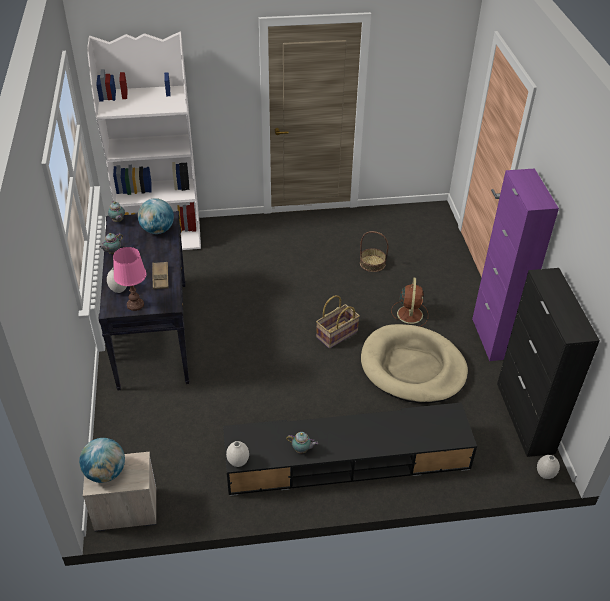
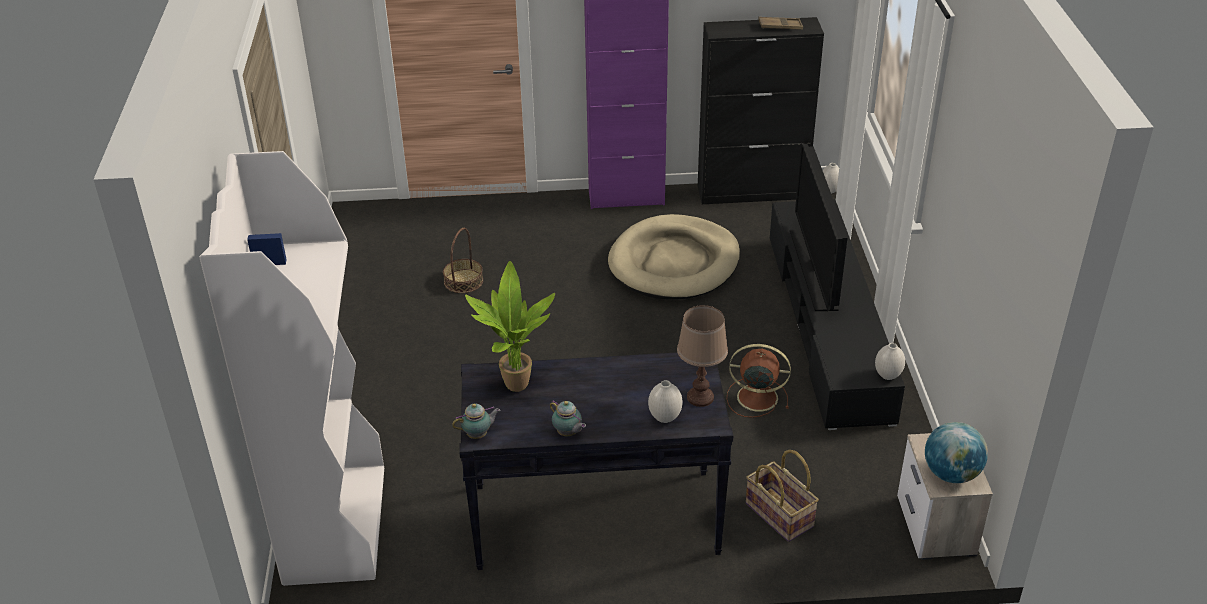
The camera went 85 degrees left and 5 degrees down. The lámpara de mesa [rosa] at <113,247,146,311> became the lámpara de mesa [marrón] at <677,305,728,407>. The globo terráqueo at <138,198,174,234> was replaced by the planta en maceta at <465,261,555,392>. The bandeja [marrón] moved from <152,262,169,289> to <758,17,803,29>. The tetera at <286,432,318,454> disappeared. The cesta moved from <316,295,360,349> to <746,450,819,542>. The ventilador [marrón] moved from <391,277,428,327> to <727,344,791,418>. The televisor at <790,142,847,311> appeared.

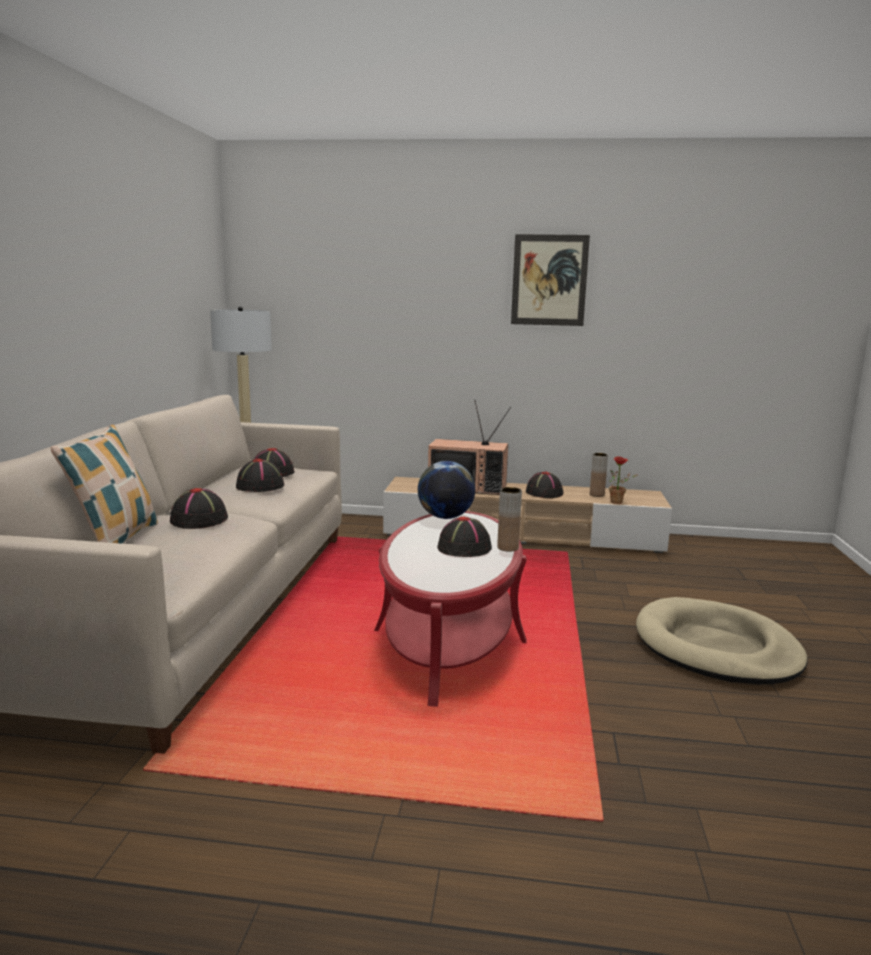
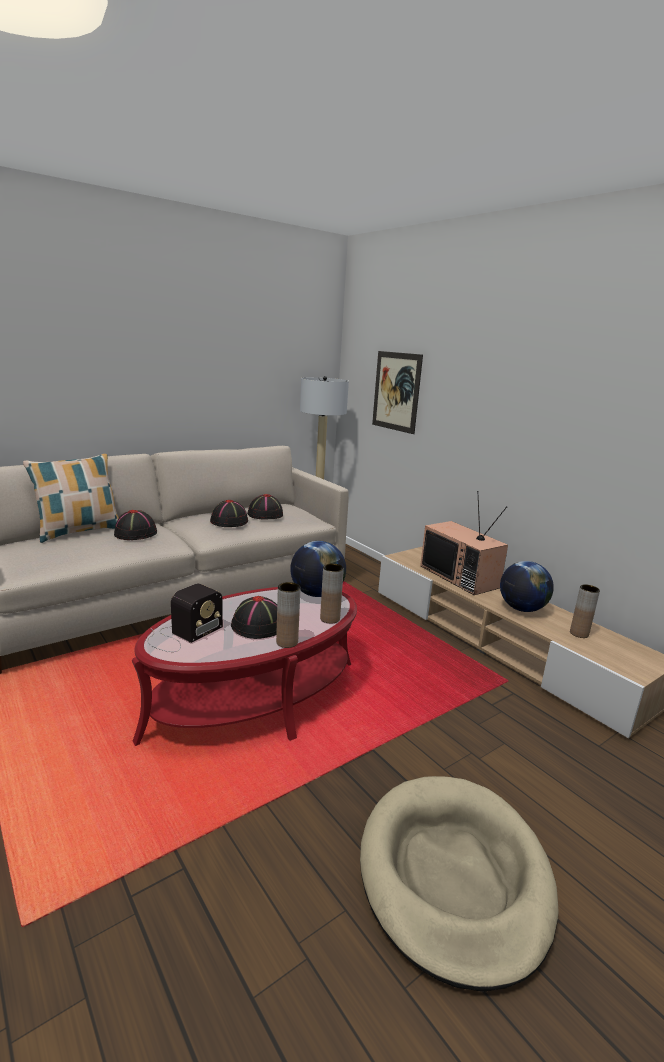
The camera went 45 degrees right and 5 degrees up. The cuadro moved from <511,234,590,326> to <372,351,423,434>. The sombrero [negro] at <526,472,564,498> was replaced by the globo terráqueo at <500,561,554,612>. The planta en maceta at <609,457,637,504> disappeared. The radio at <147,583,223,652> appeared. The florero [marrón] at <320,563,344,623> appeared.

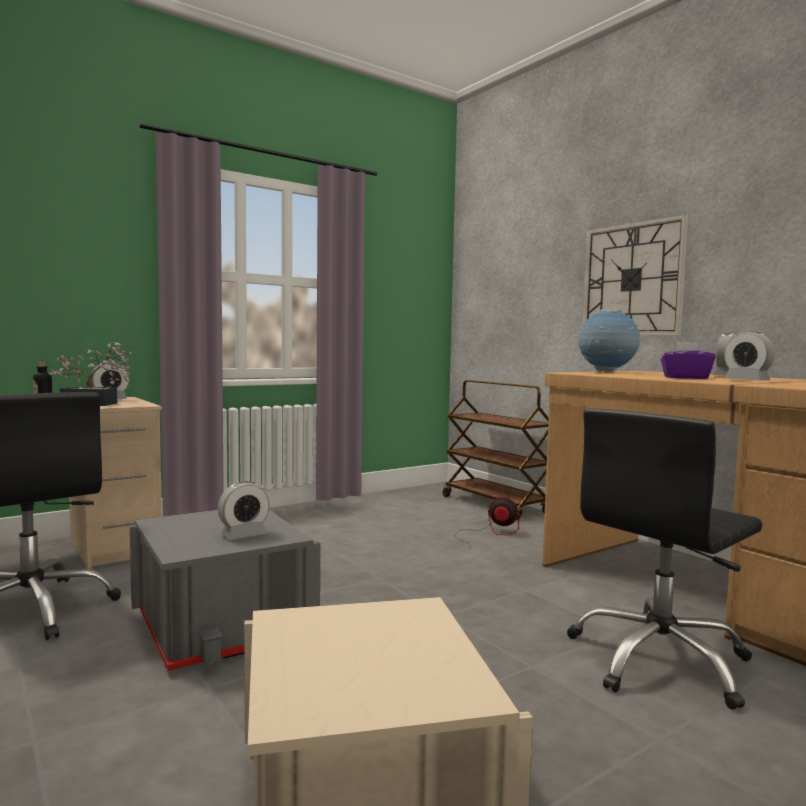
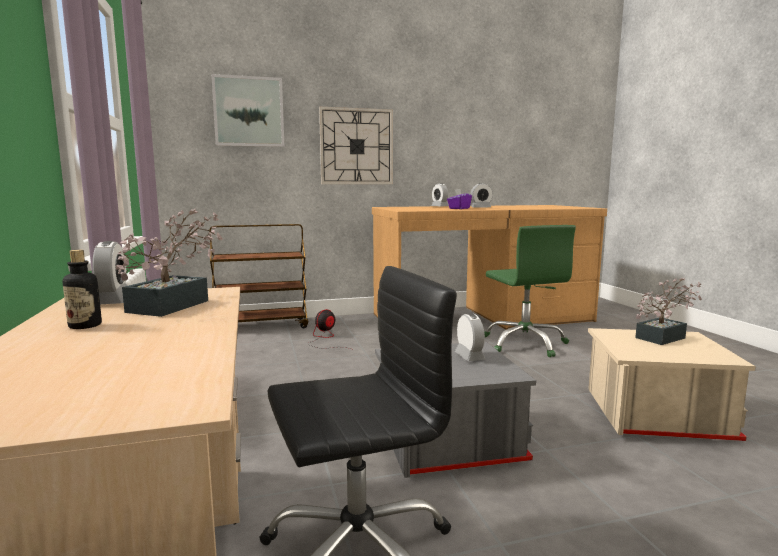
The camera went 70 degrees left and 5 degrees up. The silla de oficina [negro] at <567,408,762,710> became the silla de oficina [verde] at <484,225,576,357>. The globo terráqueo at <578,309,640,372> disappeared. The cuadro at <211,74,284,147> appeared. The planta en maceta at <635,278,702,345> appeared.

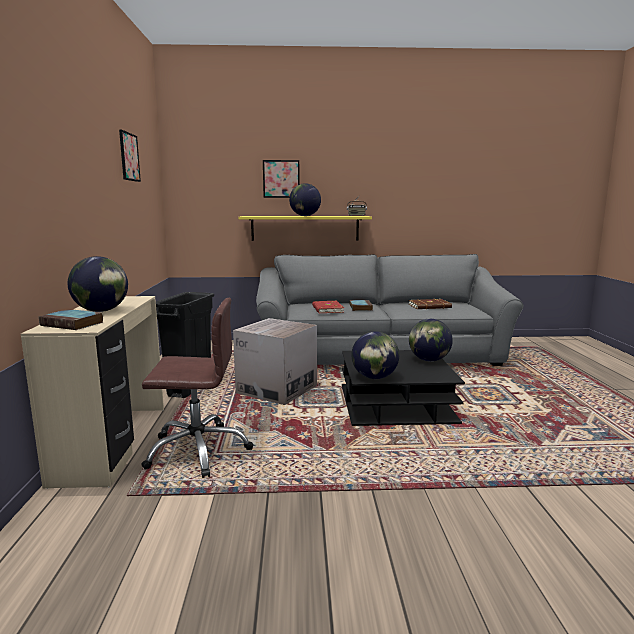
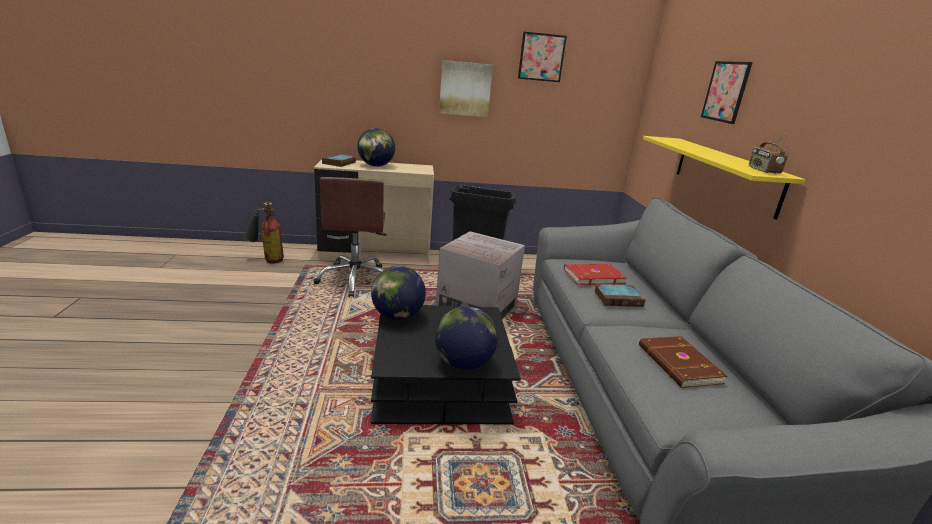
The camera went 85 degrees right and 10 degrees up. The globo terráqueo at <289,183,321,216> disappeared. The extintor at <244,202,284,264> appeared. The cuadro at <439,60,493,117> appeared.

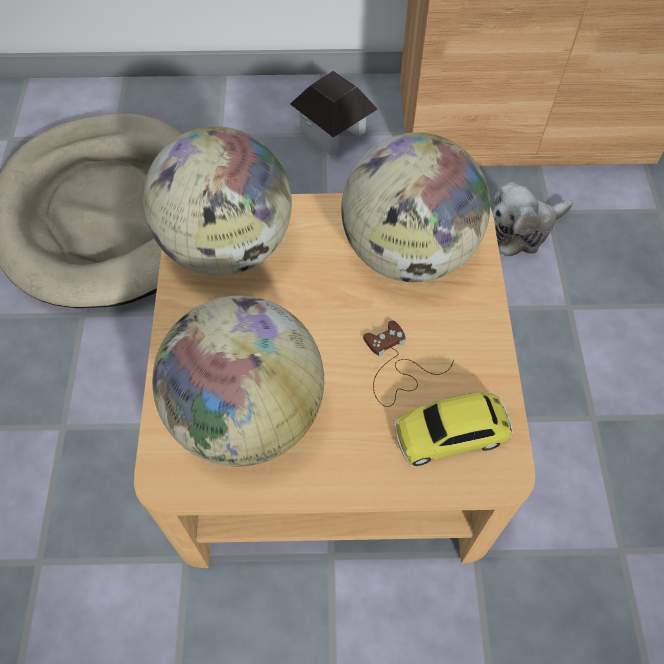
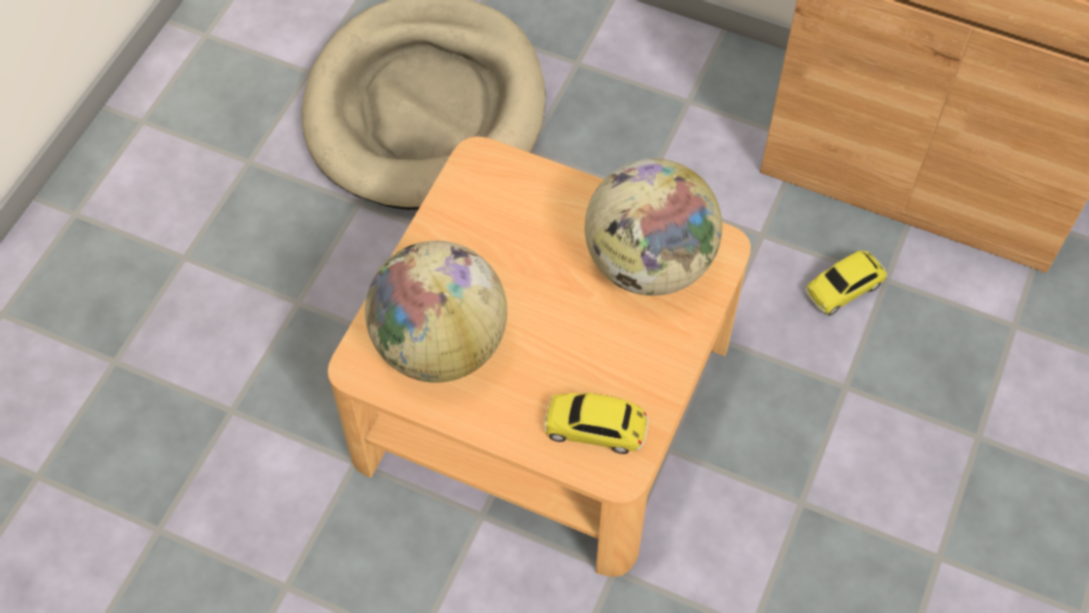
The camera went 25 degrees right and 0 degrees up. The globo terráqueo at <143,126,292,276> disappeared. The casita at <290,71,377,156> disappeared. The mando de consola [marrón] at <363,321,454,407> disappeared. The peluche at <493,182,573,256> was replaced by the coche de juguete at <806,251,887,316>.

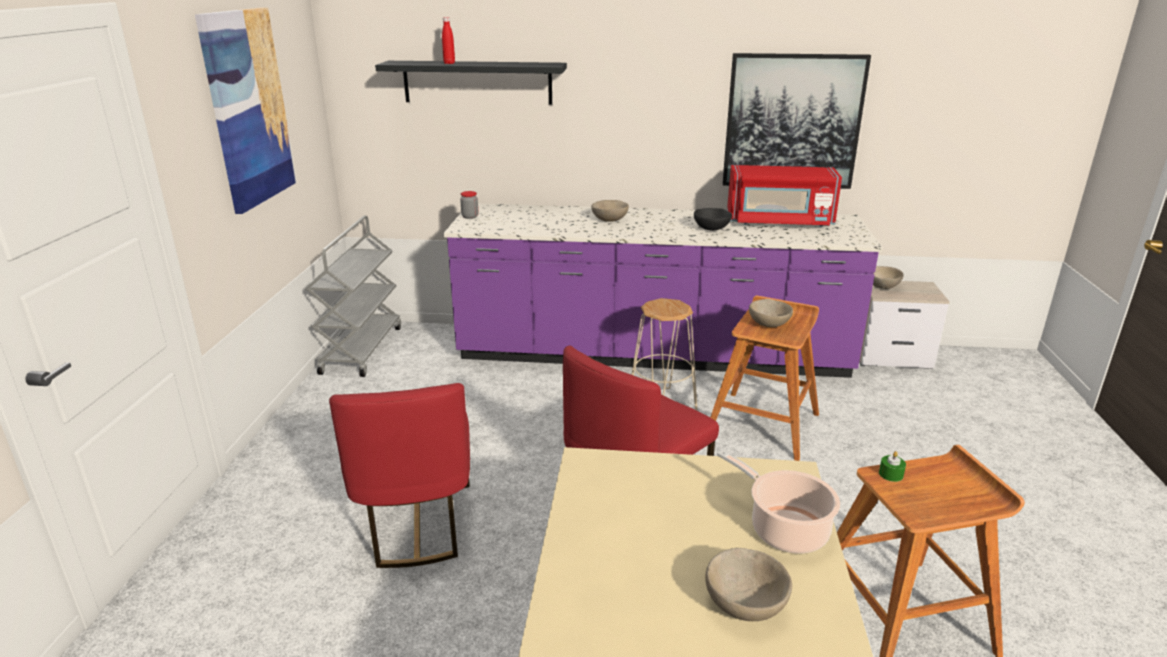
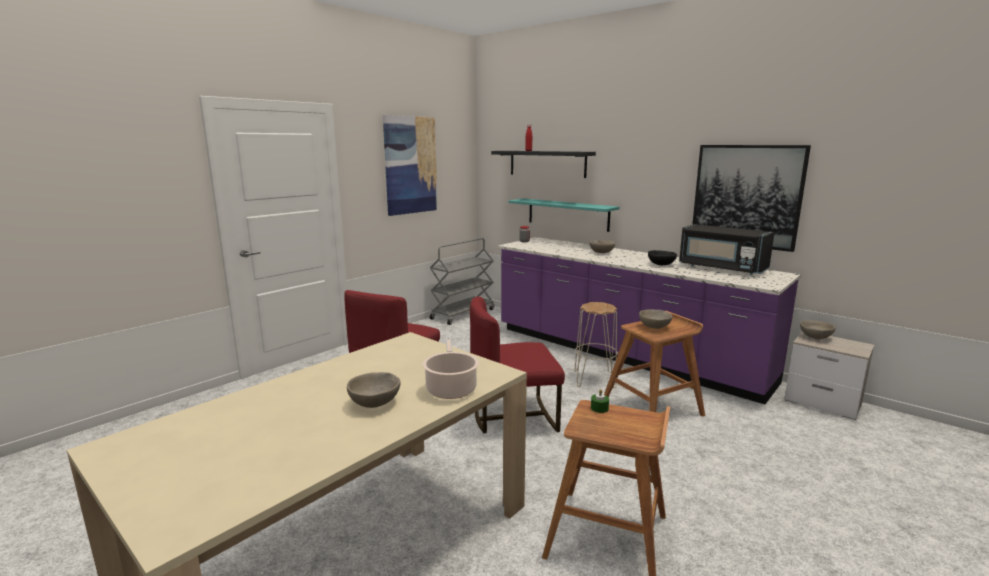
The camera went 35 degrees right and 10 degrees down. The microondas [rojo] at <727,165,842,227> became the microondas [negro] at <679,224,775,275>. The estante [turquesa] at <508,199,620,232> appeared.

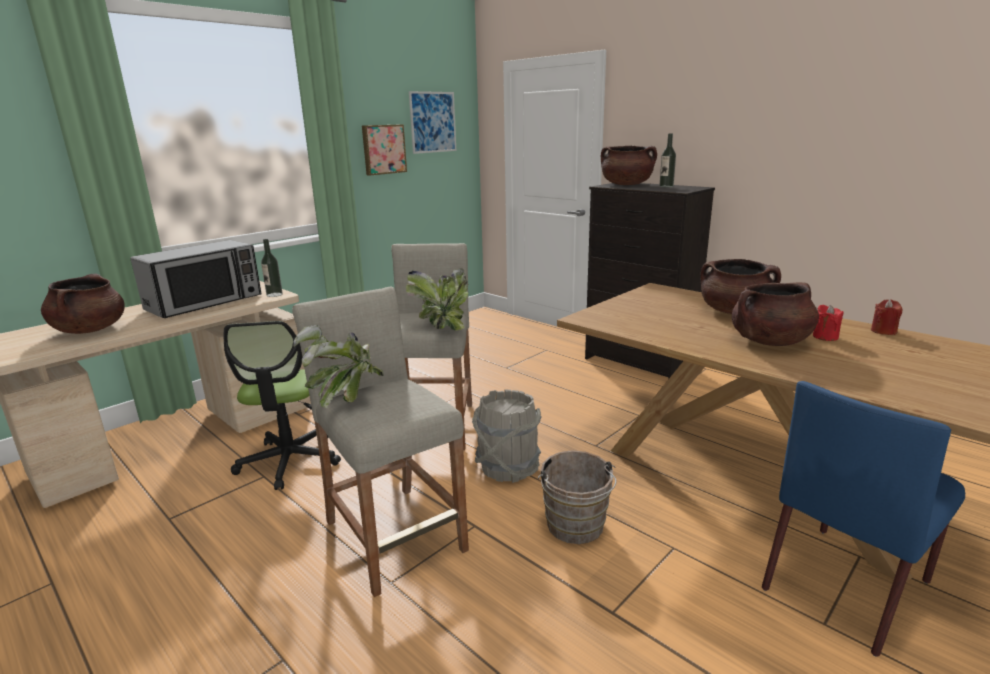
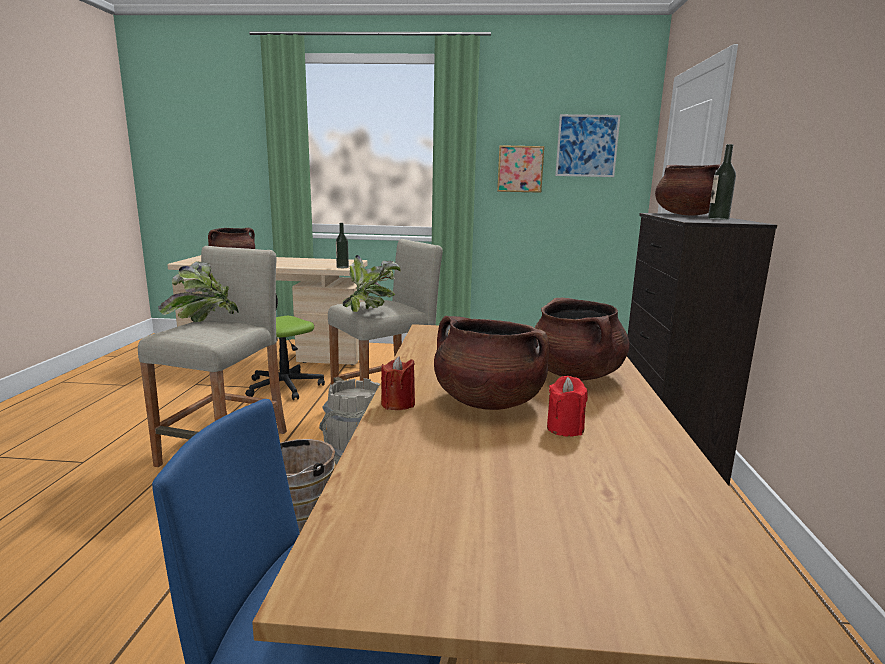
The camera went 50 degrees right and 5 degrees down. The microondas at <130,240,262,318> disappeared. The vela [rojo] moved from <871,299,903,335> to <381,356,415,410>.

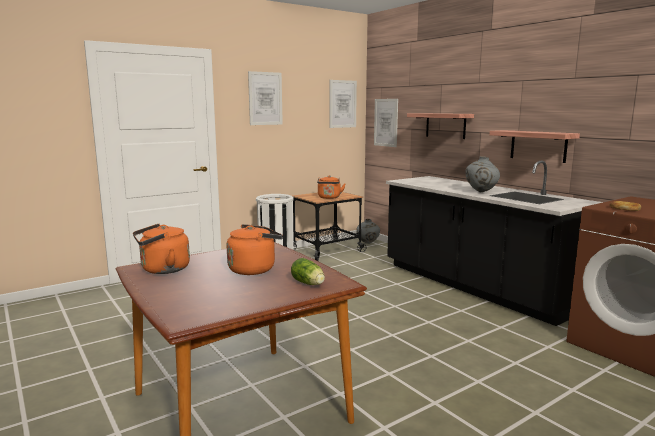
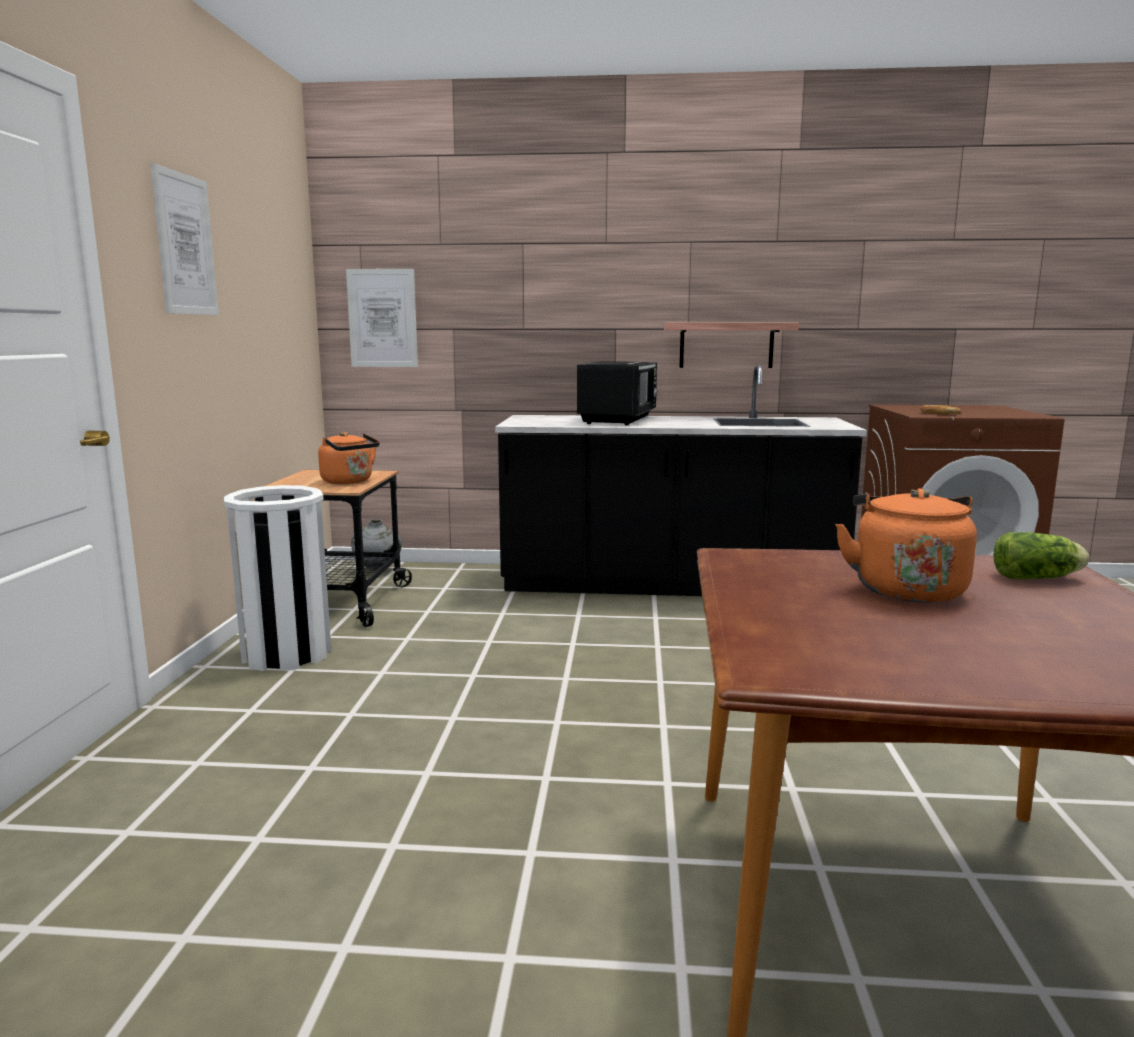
The camera went 50 degrees left and 0 degrees up. The hervidor [naranja] at <133,224,190,274> disappeared. The cuadro at <330,80,357,128> disappeared. The estante at <407,113,474,139> disappeared. The florero [gris] at <465,156,500,192> disappeared. The microondas [negro] at <577,361,658,425> appeared.

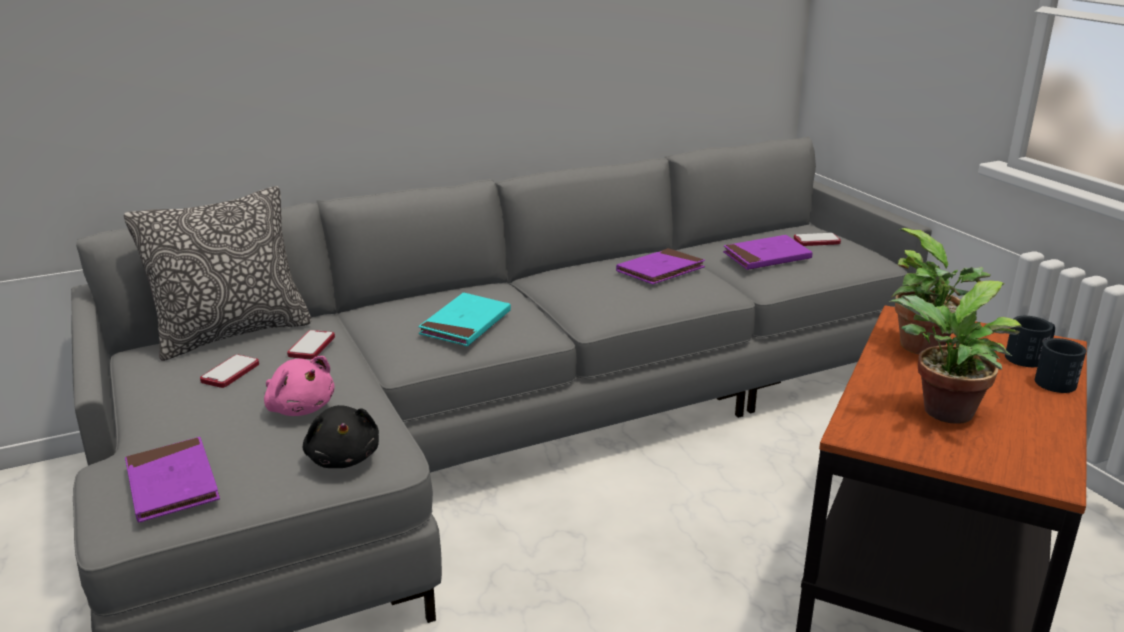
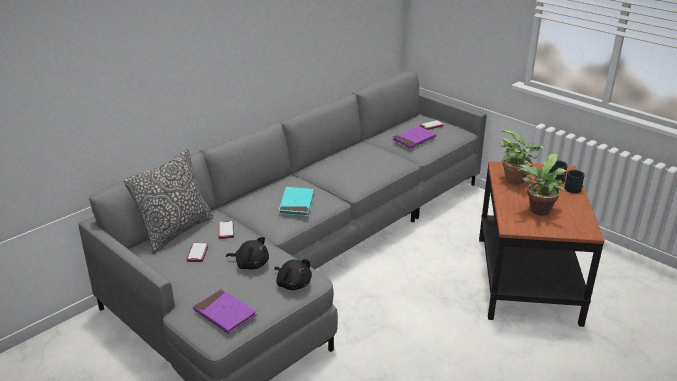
The camera went 20 degrees left and 5 degrees up. The peluche [rosa] at <264,356,335,416> became the peluche [negro] at <226,237,269,270>. The libro [morado] at <616,248,705,284> disappeared.

